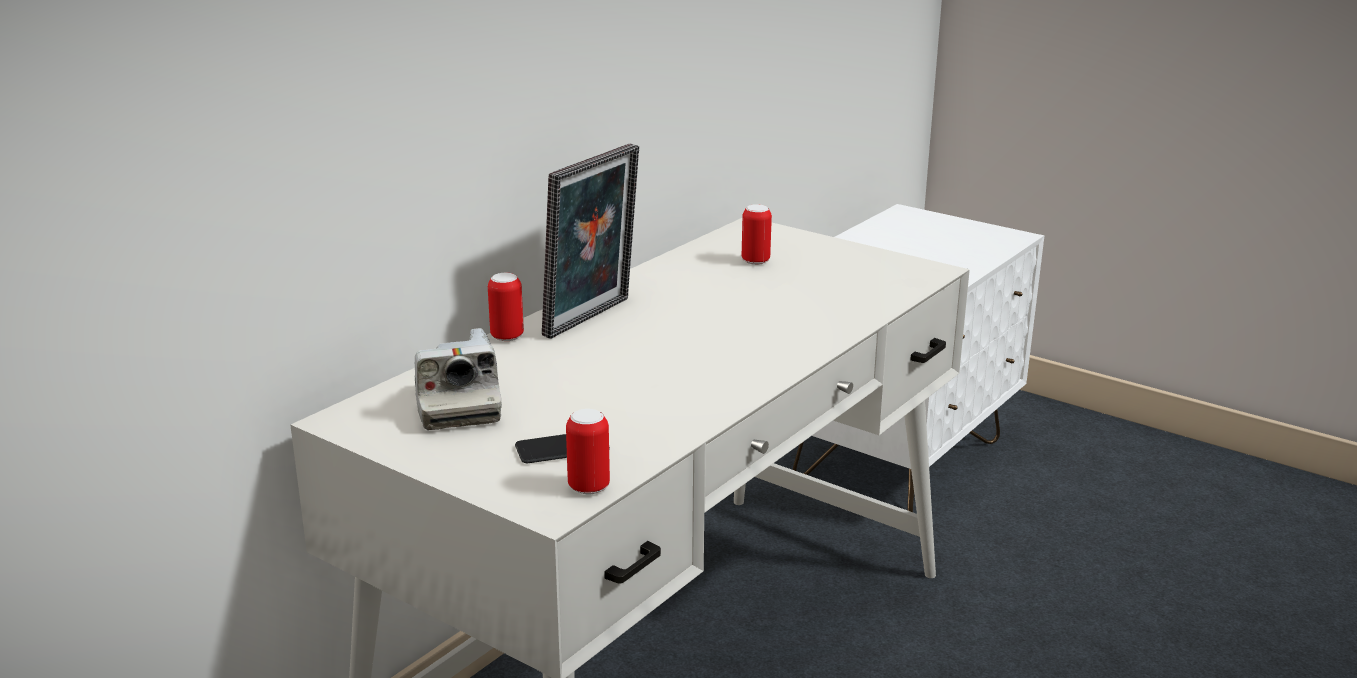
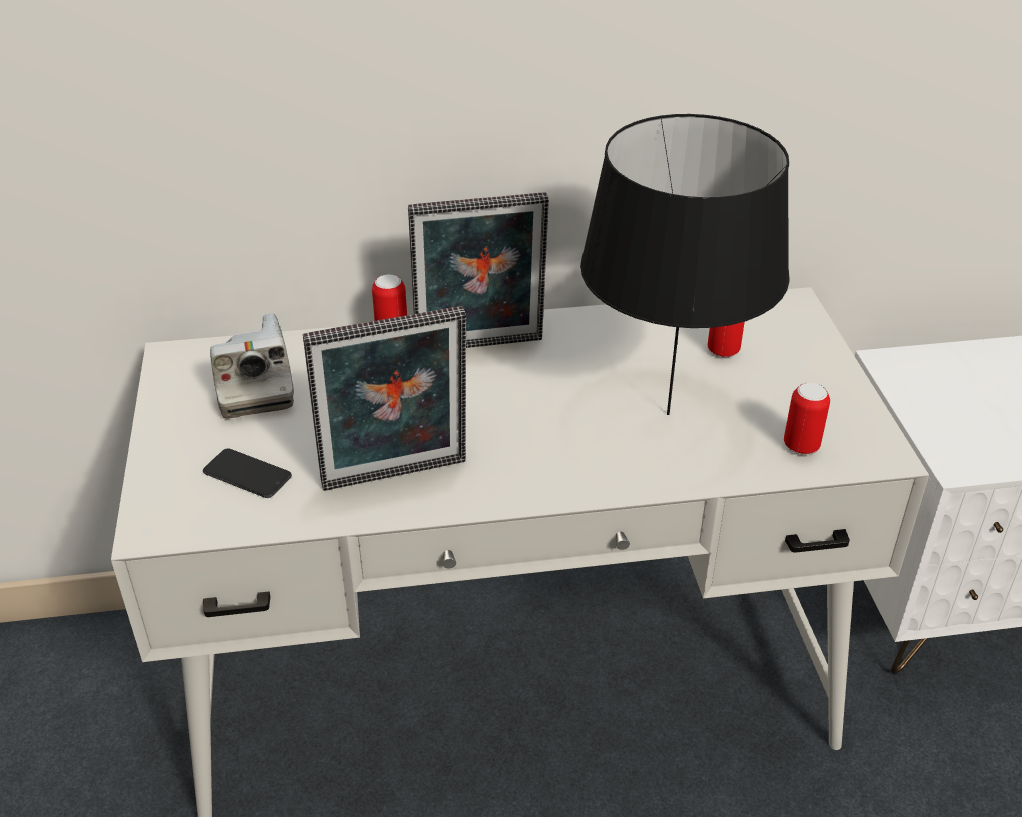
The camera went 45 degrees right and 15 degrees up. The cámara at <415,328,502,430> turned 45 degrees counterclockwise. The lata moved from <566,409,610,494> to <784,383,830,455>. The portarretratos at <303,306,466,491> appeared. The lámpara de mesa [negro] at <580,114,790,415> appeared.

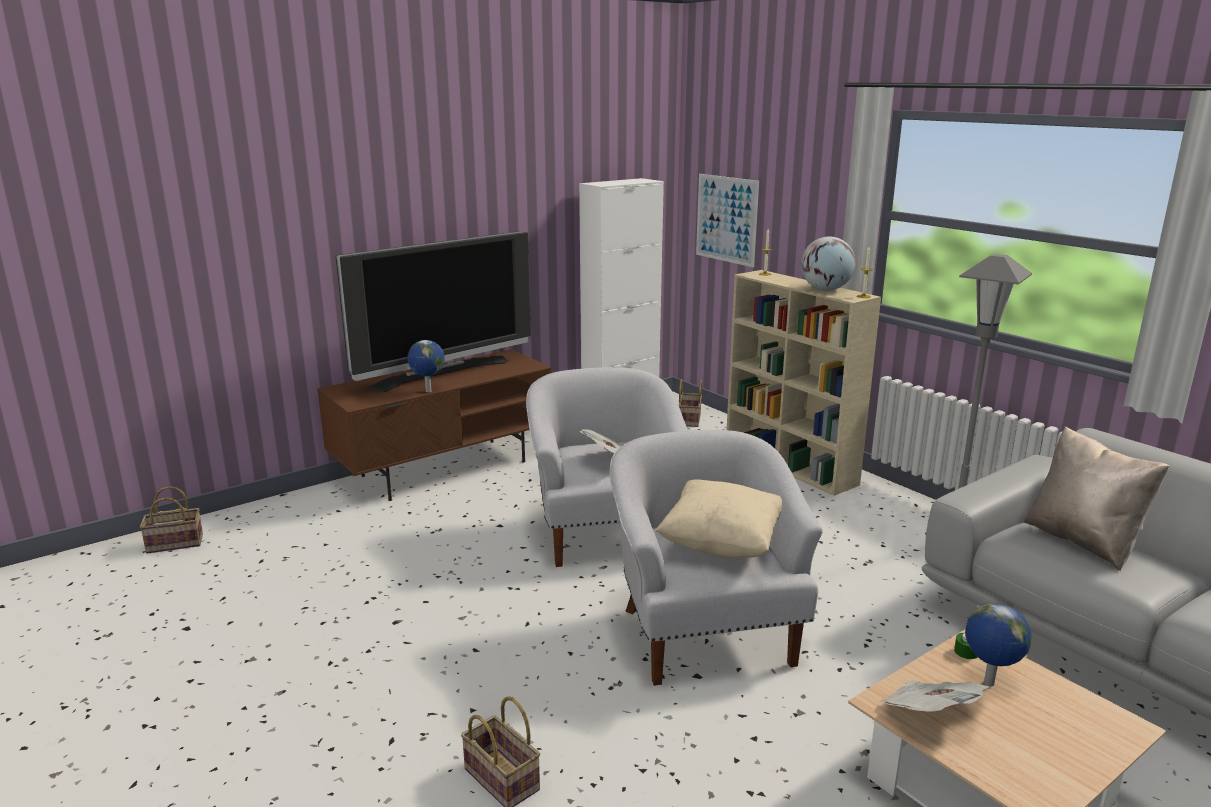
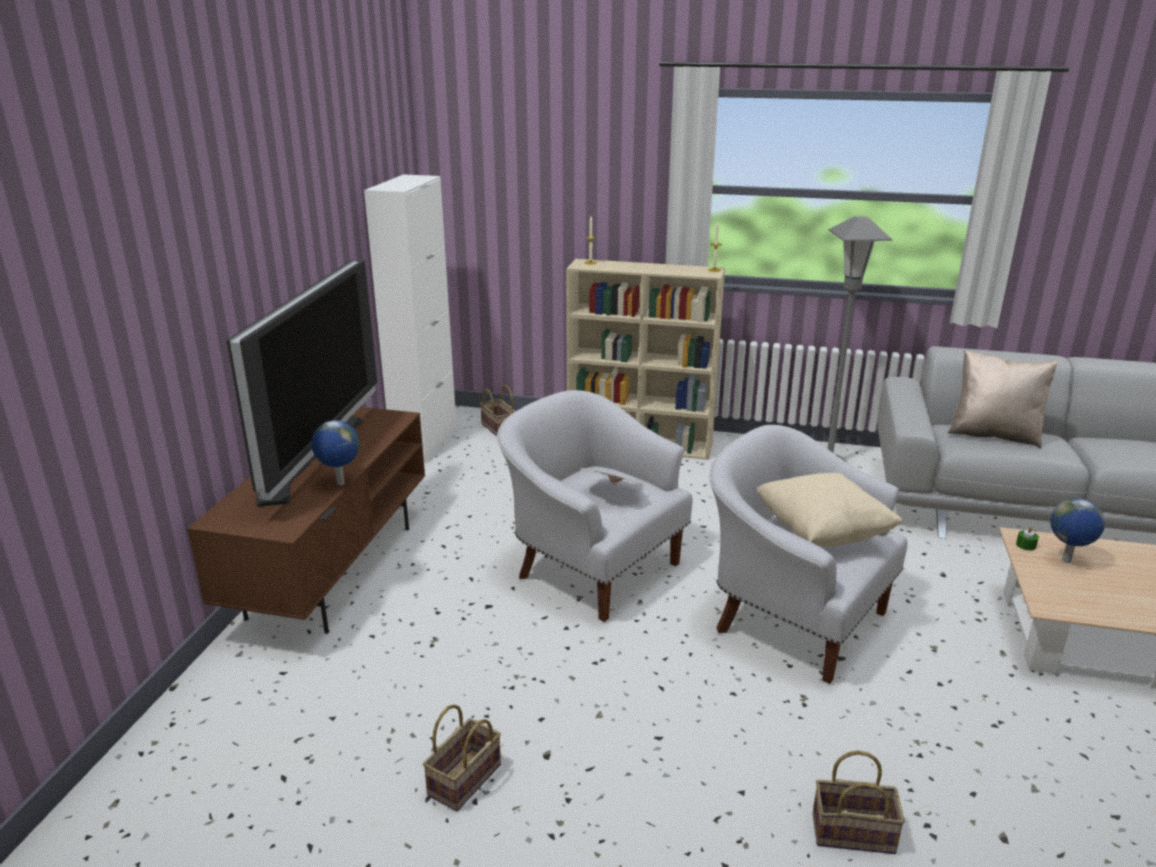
The camera went 40 degrees left and 5 degrees up. The cesta moved from <140,486,203,554> to <423,705,501,812>. The cuadro at <696,174,759,267> disappeared. The globo terráqueo at <801,237,856,291> disappeared. The periódico at <881,681,989,711> disappeared.

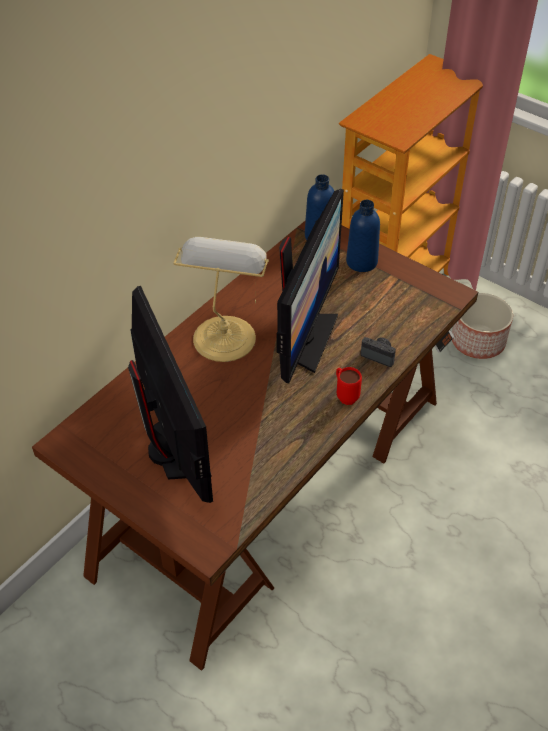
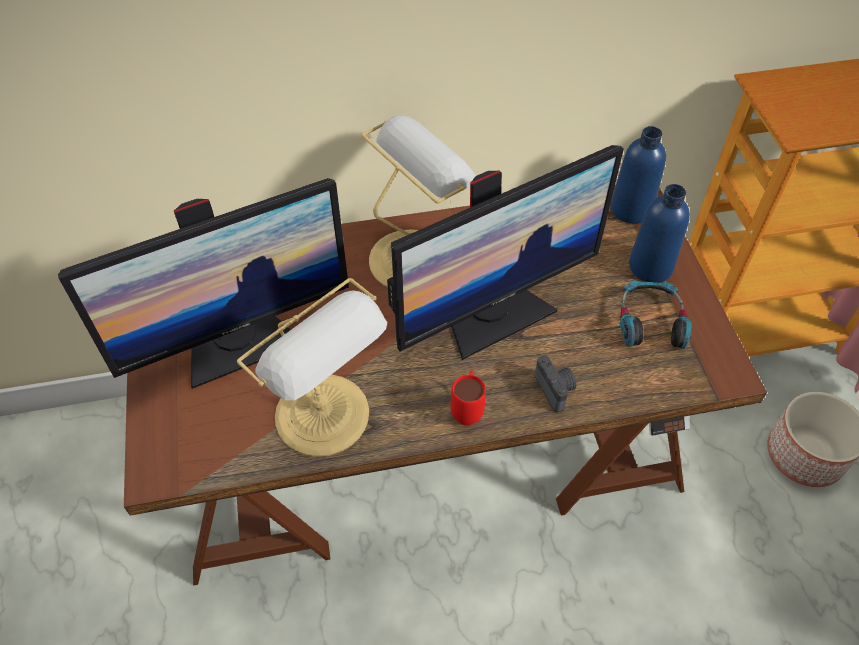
The camera went 40 degrees right and 5 degrees up. The monitor at <128,286,213,503> turned 45 degrees clockwise. The lámpara de mesa at <237,278,387,457> appeared. The auriculares at <620,280,692,349> appeared.

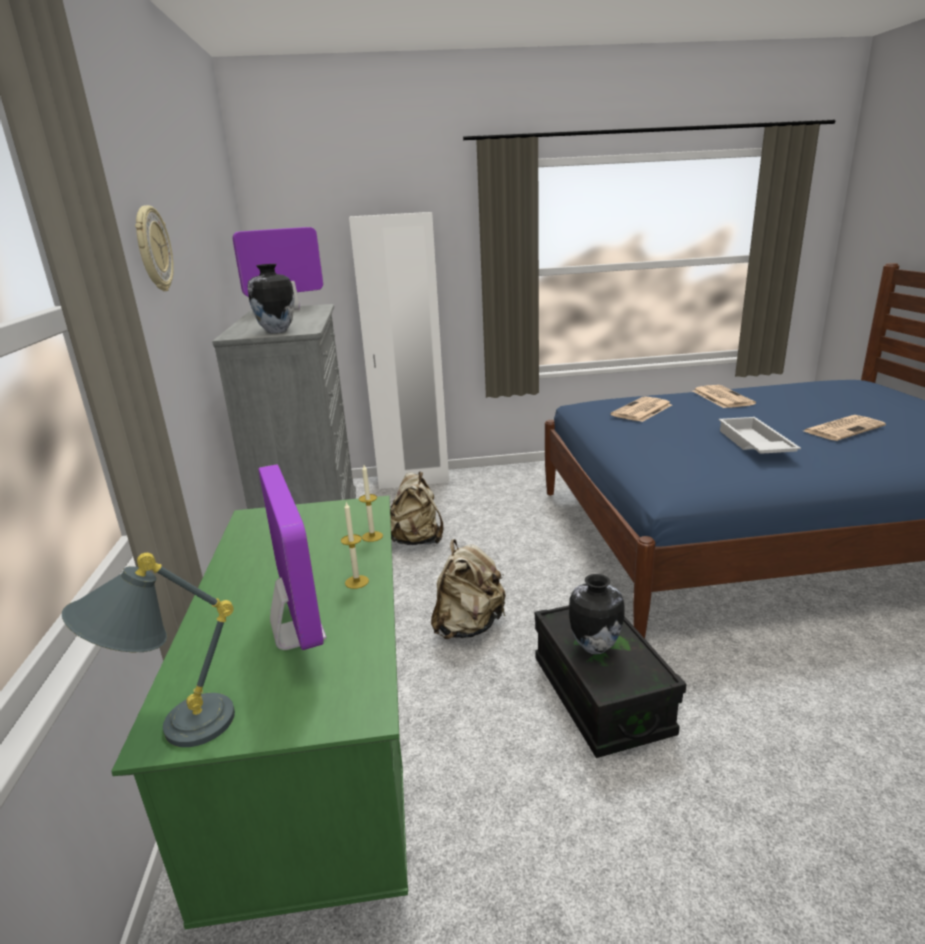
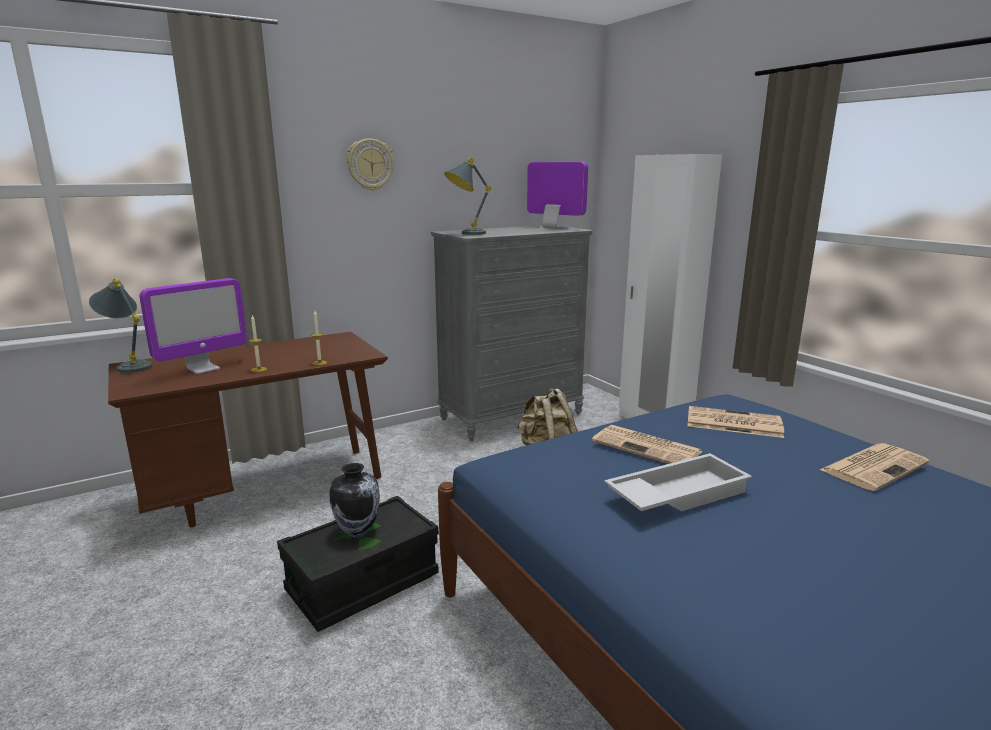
The camera went 65 degrees right and 5 degrees down. The escritorio [verde] at <111,496,408,929> became the escritorio [marrón] at <108,332,388,527>. The florero at <247,264,294,333> was replaced by the lámpara de mesa [gris] at <444,158,491,235>. The mochila [beis] at <431,539,506,639> disappeared. The periódico moved from <804,415,886,441> to <592,425,703,464>.

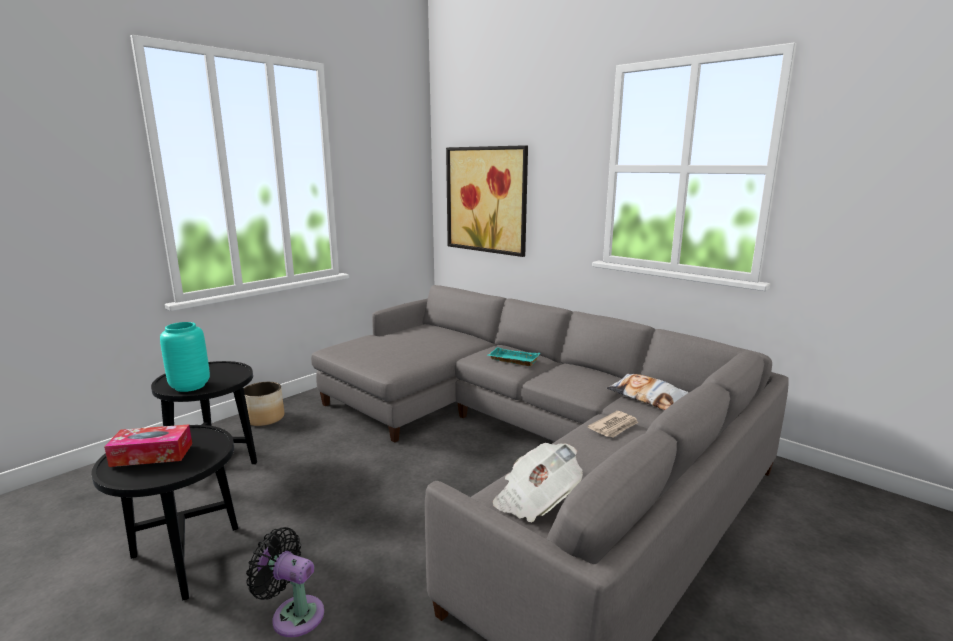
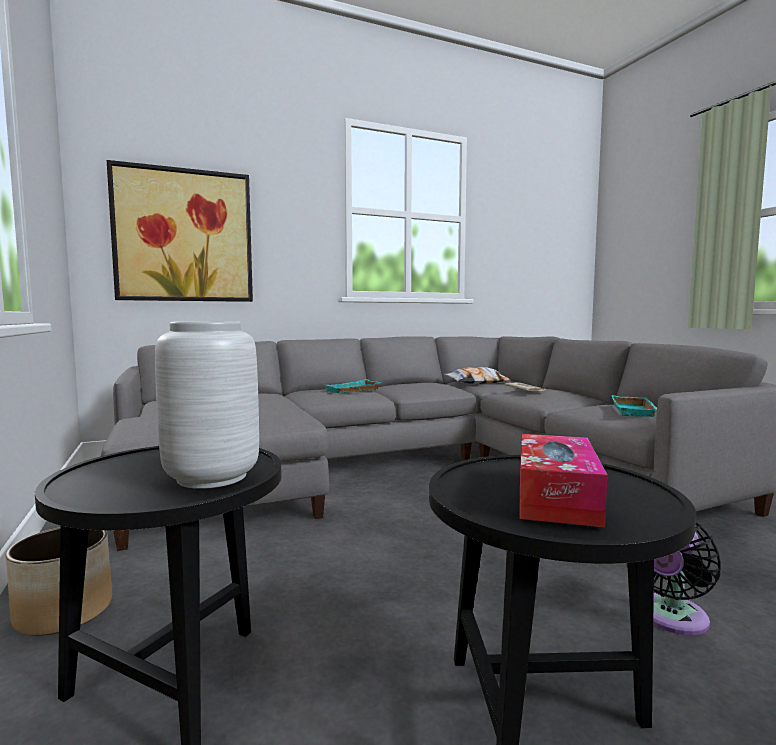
The camera went 65 degrees left and 10 degrees down. The florero [turquesa] at <160,322,210,392> became the florero [gris] at <155,321,259,489>. The periódico at <493,443,583,522> was replaced by the bandeja [turquesa] at <611,395,657,417>.

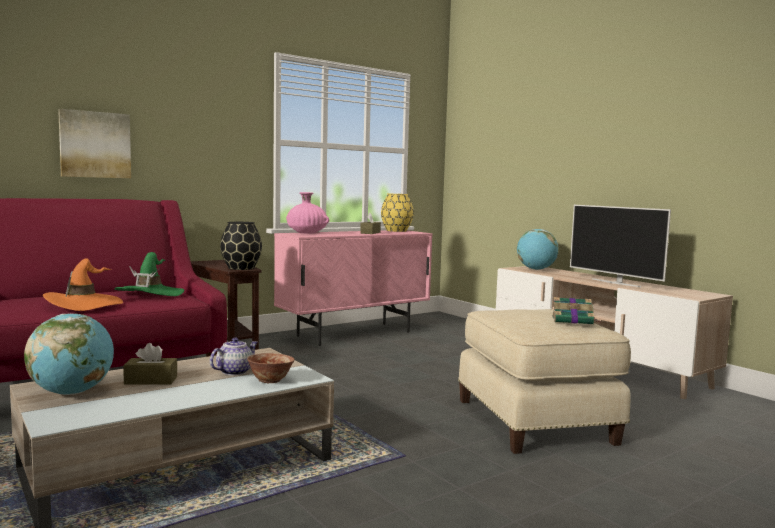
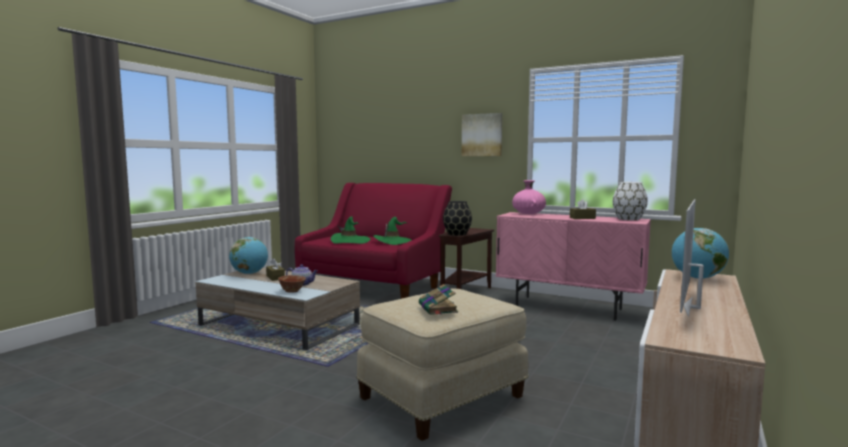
The camera went 65 degrees right and 0 degrees up. The sombrero [naranja] at <43,258,123,311> became the sombrero [verde] at <331,216,370,244>. The cuadro moved from <58,109,131,178> to <462,113,502,156>. The florero [amarillo] at <381,194,414,232> became the florero [blanco] at <613,182,648,220>.

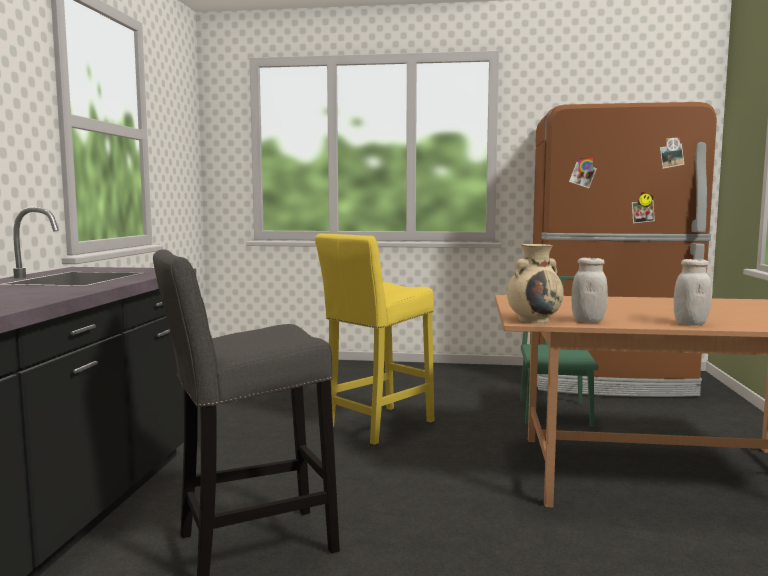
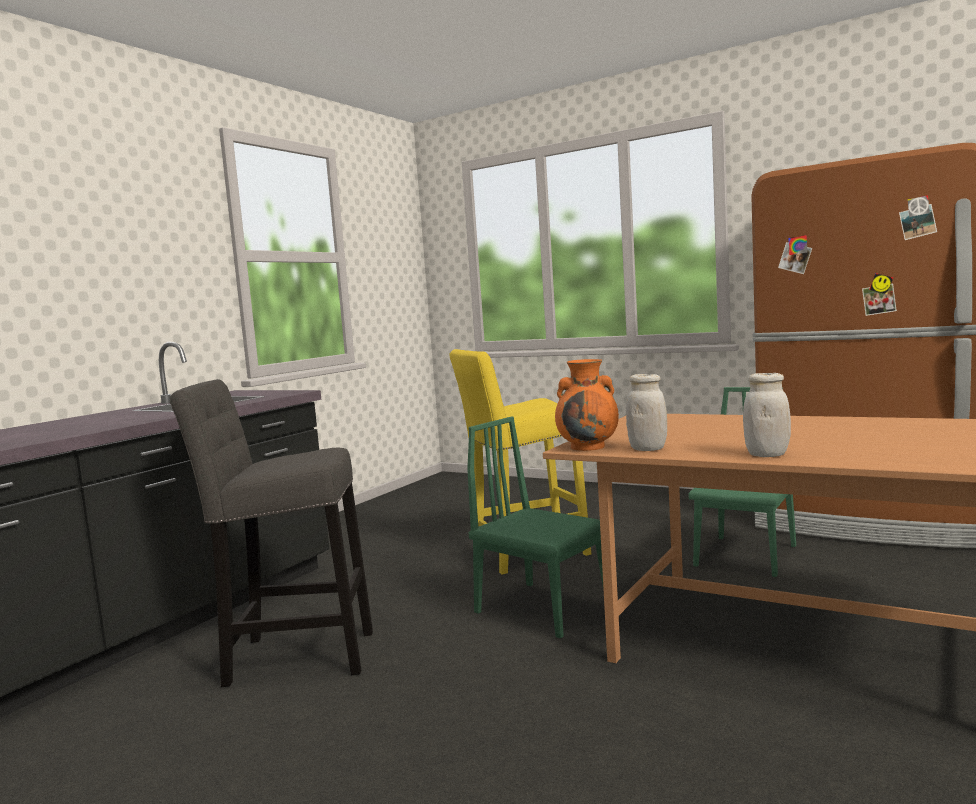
The camera went 25 degrees right and 0 degrees up. The florero [beis] at <507,244,564,323> became the florero [naranja] at <555,359,619,451>. The silla [verde] at <467,416,604,639> appeared.

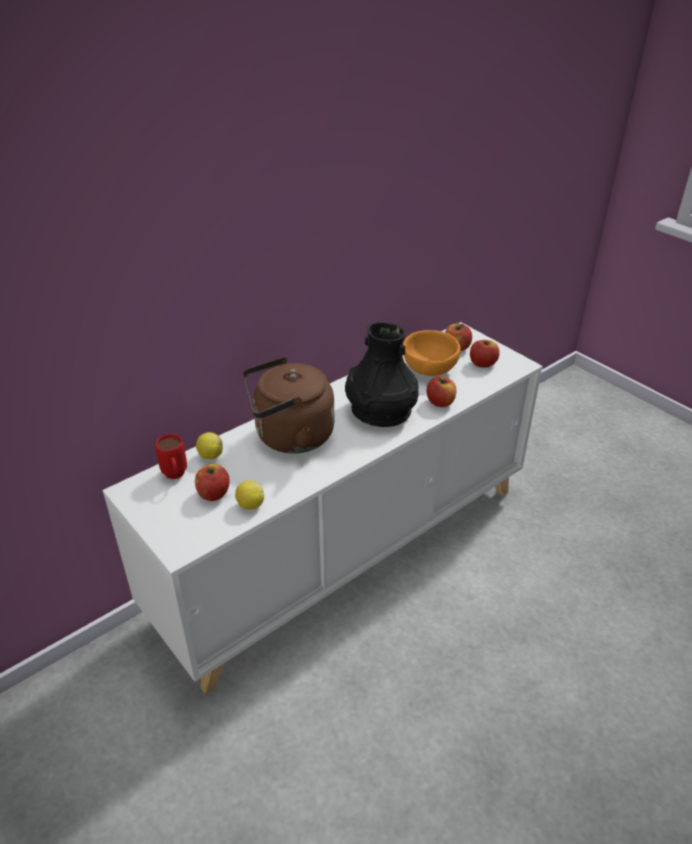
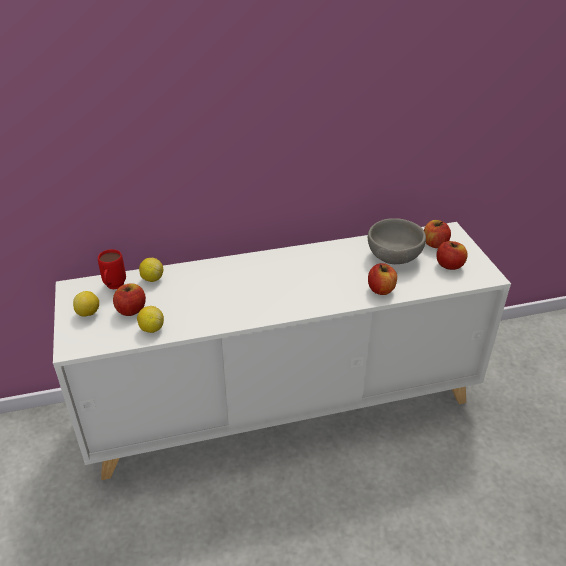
The camera went 25 degrees right and 0 degrees up. The hervidor [marrón] at <242,357,334,454> disappeared. The florero [negro] at <345,322,419,427> disappeared. The cuenco [naranja] at <403,330,461,376> became the cuenco [gris] at <368,218,426,264>. The limón at <73,291,99,317> appeared.

